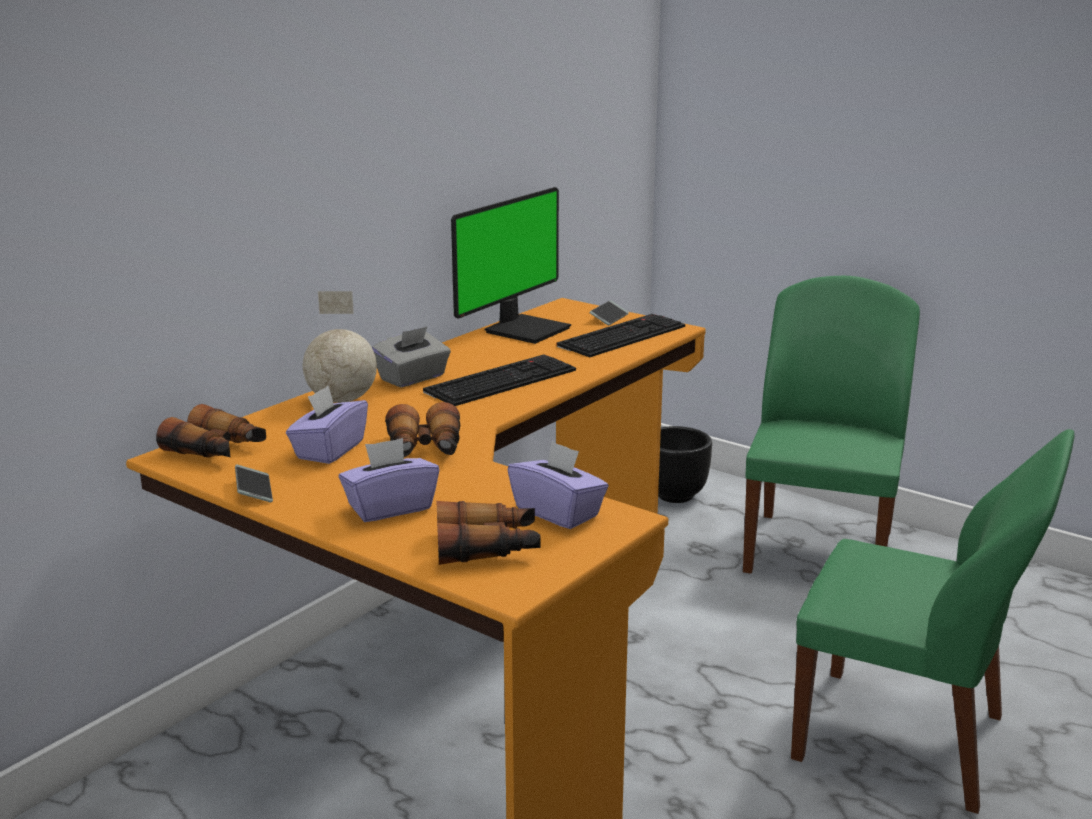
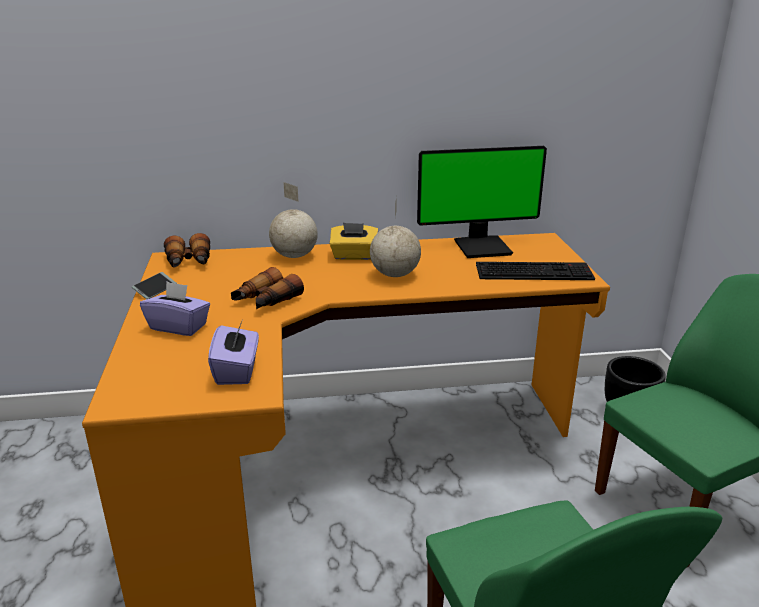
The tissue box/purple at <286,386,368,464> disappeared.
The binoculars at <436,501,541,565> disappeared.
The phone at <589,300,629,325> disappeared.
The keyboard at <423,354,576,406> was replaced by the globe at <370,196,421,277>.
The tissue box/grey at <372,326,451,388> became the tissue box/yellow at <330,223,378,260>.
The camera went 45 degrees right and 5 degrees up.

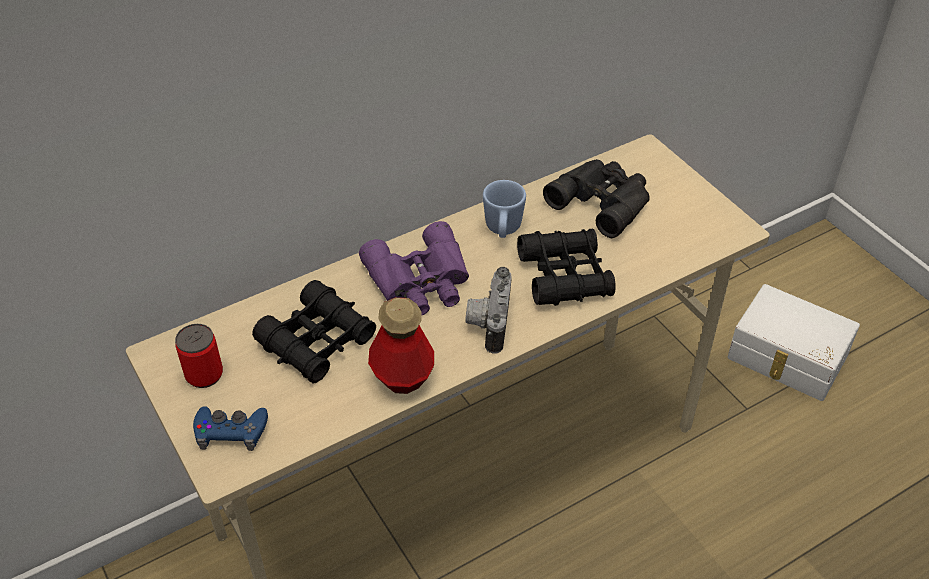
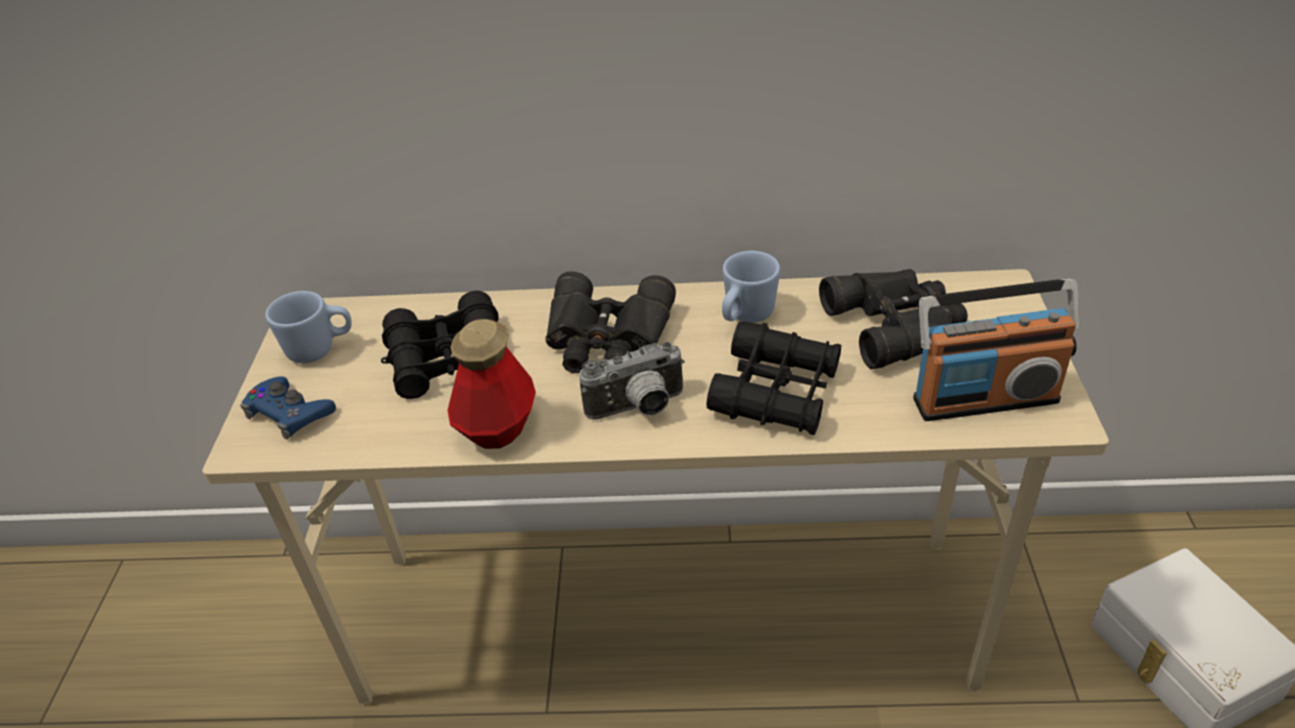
The radio at <913,279,1079,421> appeared.
The can at <175,324,223,388> was replaced by the mug/blue at <265,291,352,363>.
The binoculars/purple at <359,221,469,315> became the binoculars/black at <545,271,676,373>.
The photo camera at <465,267,512,353> turned 150 degrees counterclockwise.
The camera went 35 degrees right and 5 degrees down.

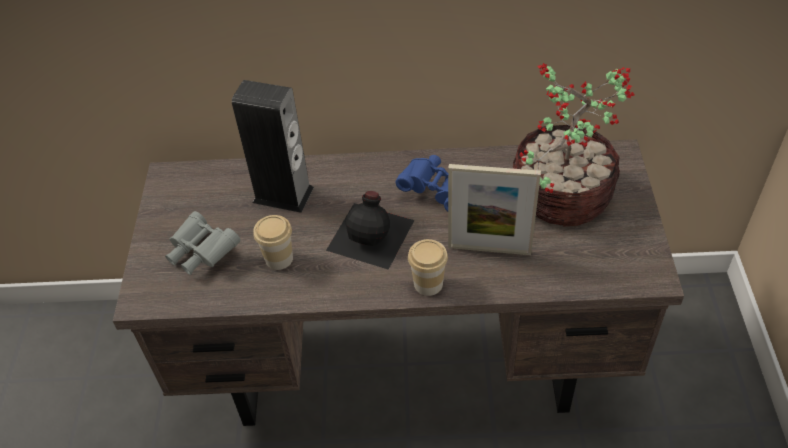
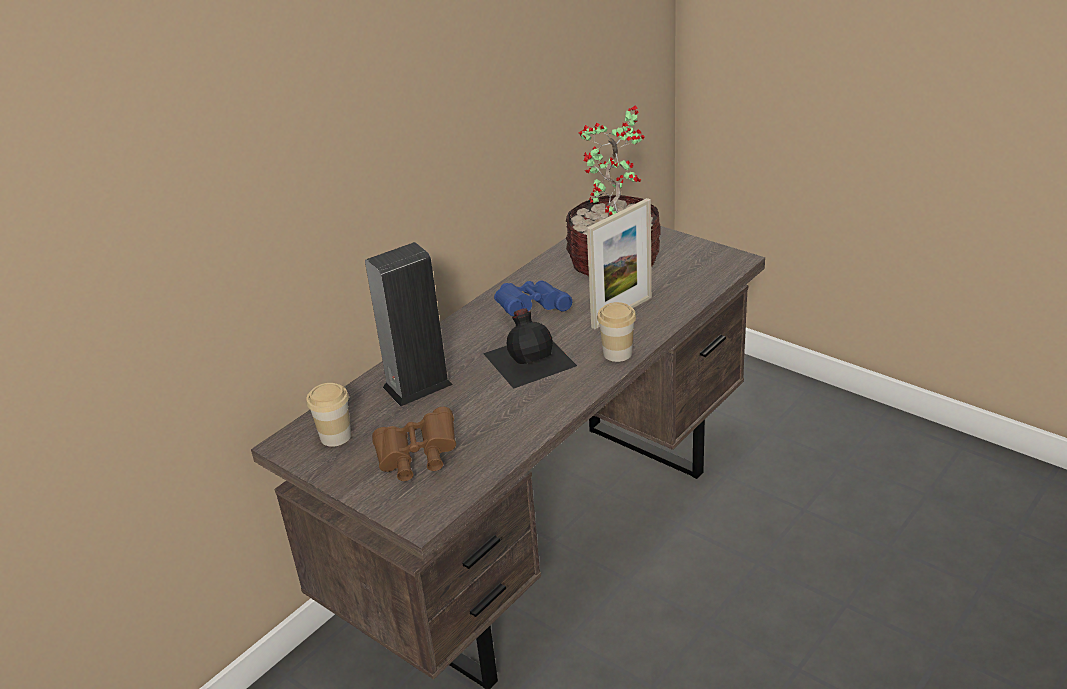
The cup moved from <253,215,293,270> to <306,383,351,447>.
The binoculars/grey at <165,211,240,275> became the binoculars/brown at <372,407,456,481>.
The camera went 50 degrees left and 15 degrees down.

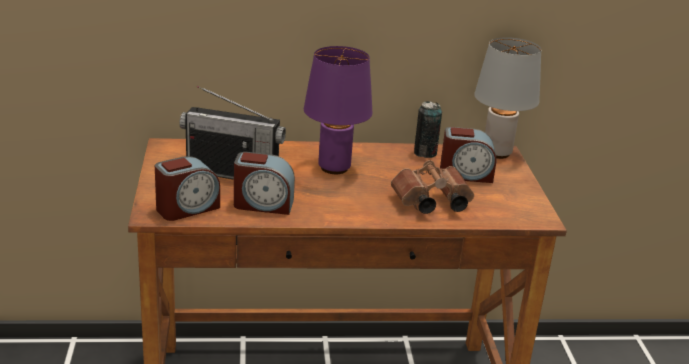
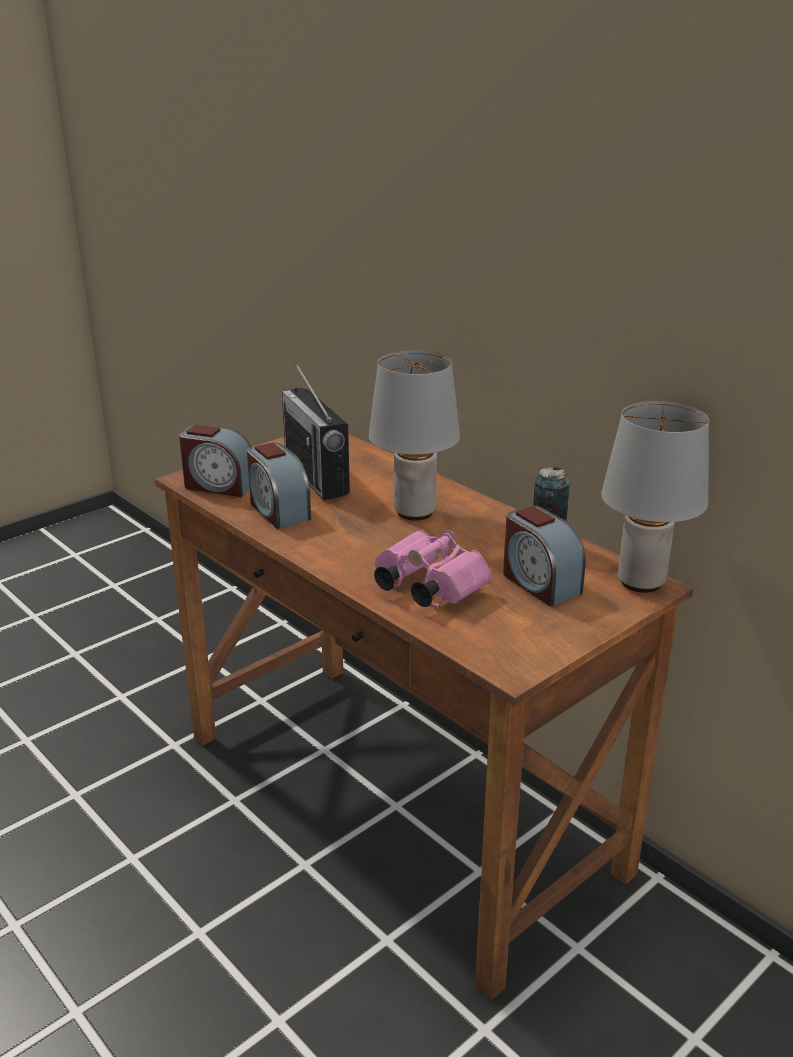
The table lamp/purple at <304,46,373,174> became the table lamp/grey at <369,350,460,521>.
The binoculars/brown at <391,160,474,214> became the binoculars/pink at <374,529,492,607>.
The camera went 55 degrees right and 0 degrees up.

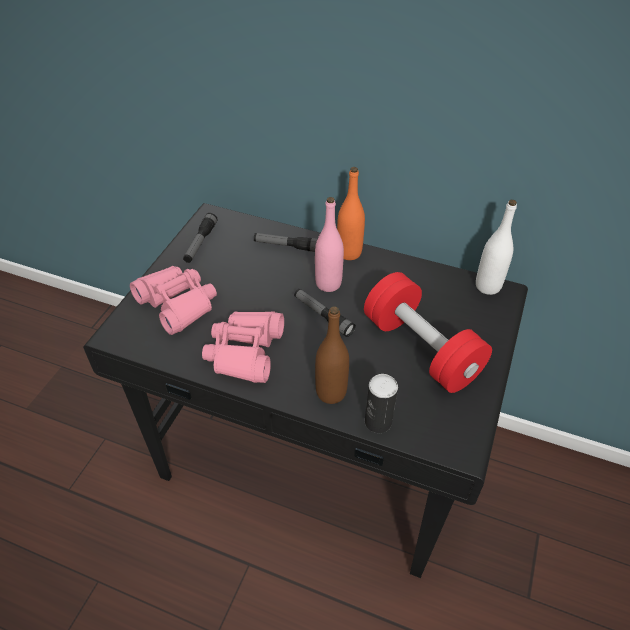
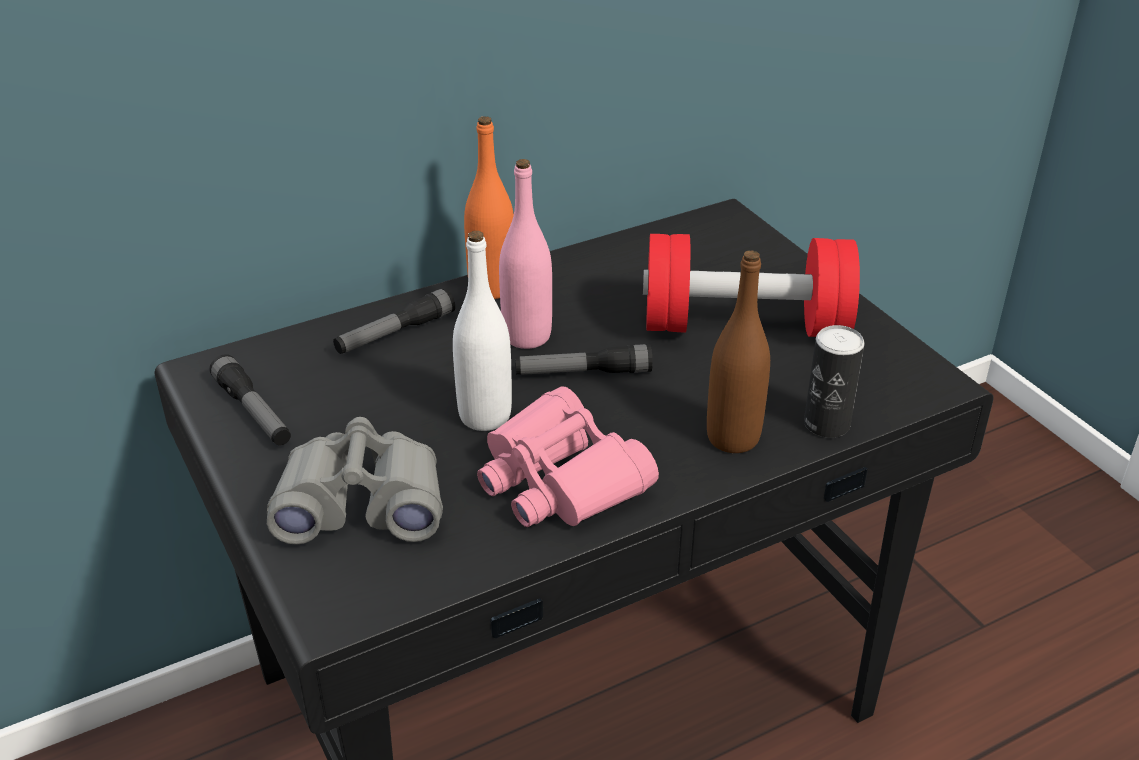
The bottle/white moved from <476,200,517,295> to <453,231,512,431>.
The binoculars/pink at <130,266,217,335> became the binoculars/grey at <267,417,443,545>.
The camera went 50 degrees left and 10 degrees down.

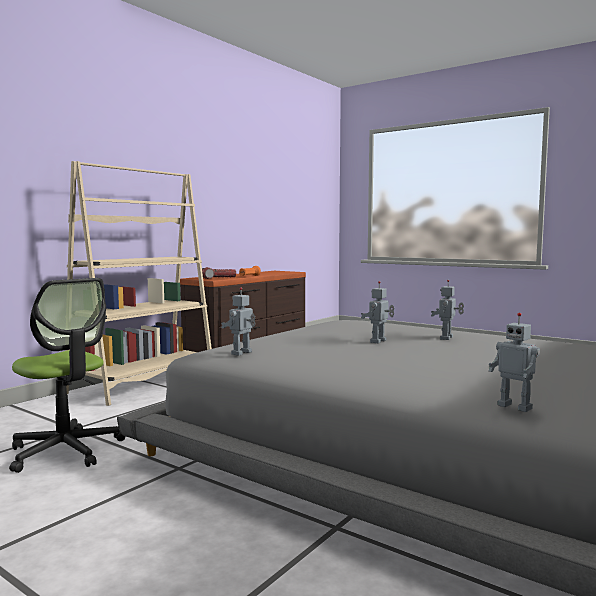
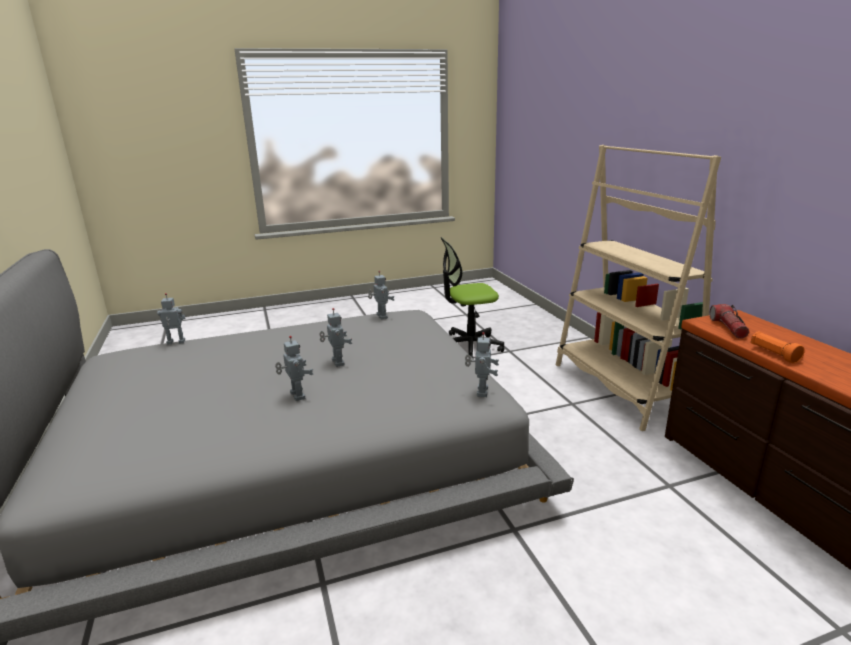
The toy robot at <465,332,499,397> appeared.
The camera went 125 degrees right and 15 degrees up.

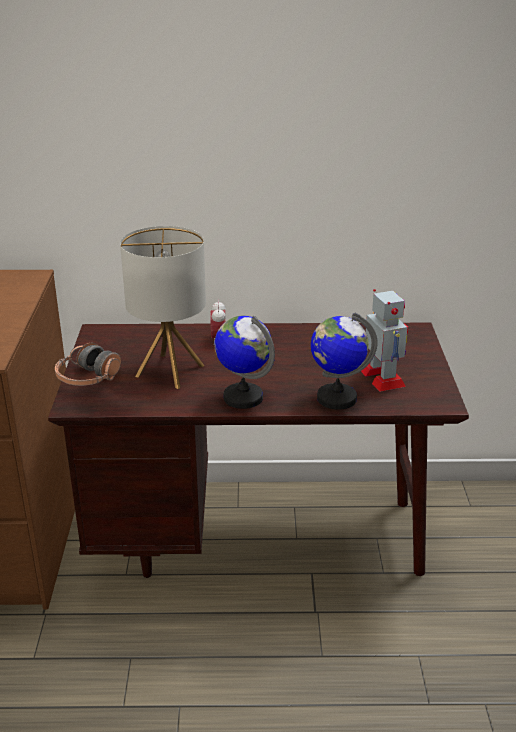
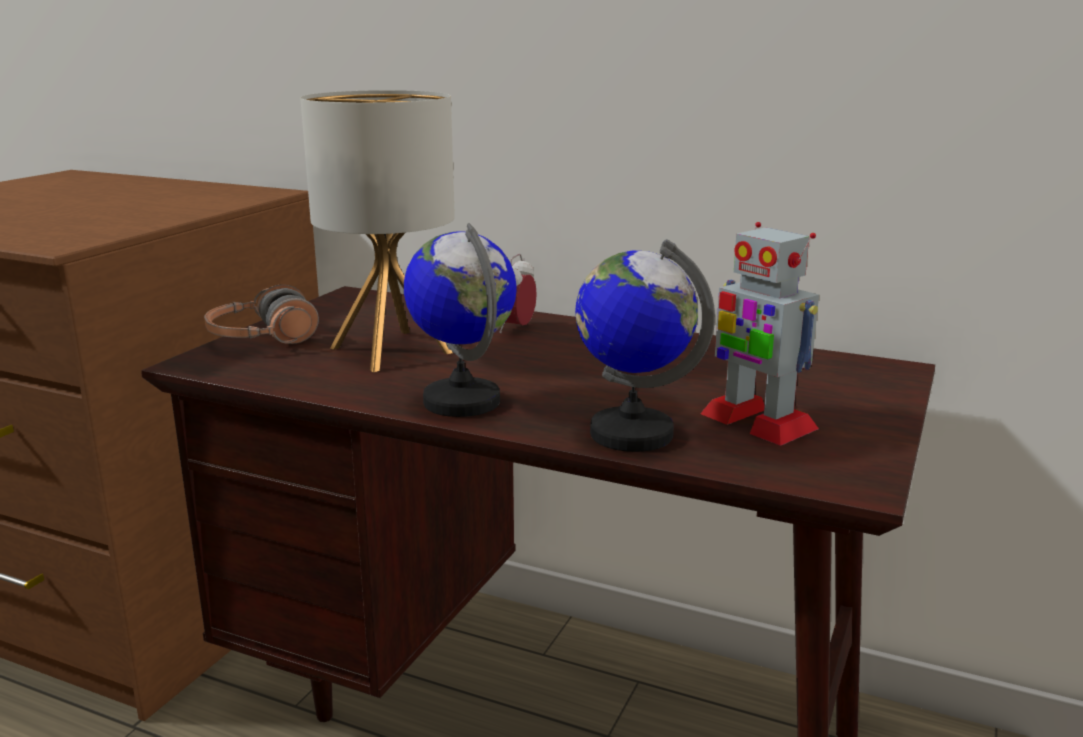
The toy robot at <361,289,408,392> turned 135 degrees clockwise.
The camera went 25 degrees right and 10 degrees down.

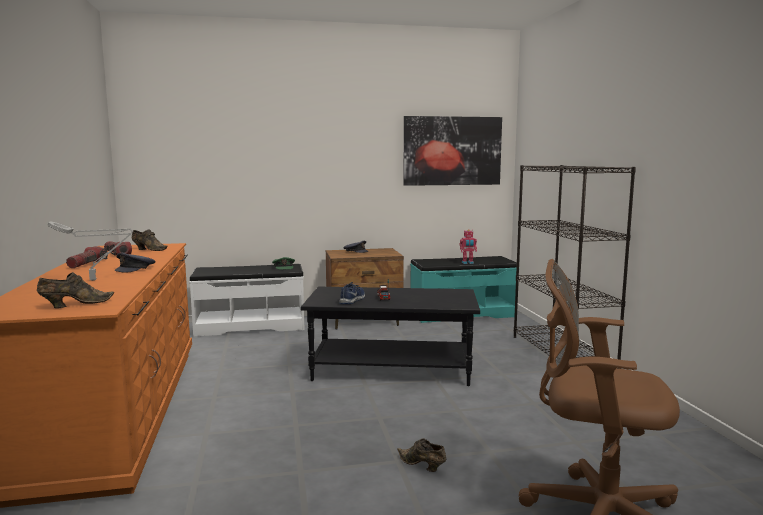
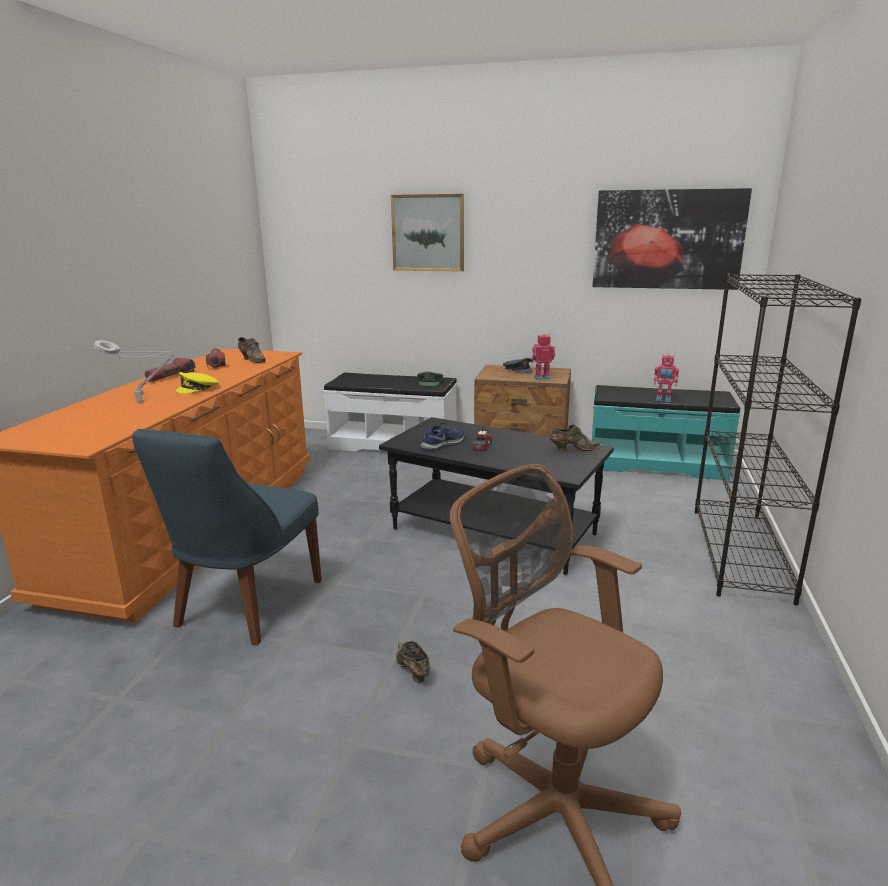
The chair/blue at <132,429,322,645> appeared.
The picture at <391,194,464,272> appeared.
The toy robot at <531,334,555,380> appeared.
The shoe/brown moved from <37,272,114,308> to <549,424,601,452>.
The cap/grey at <114,252,155,272> became the cap/yellow at <175,372,219,394>.
The camera went 25 degrees right and 10 degrees up.

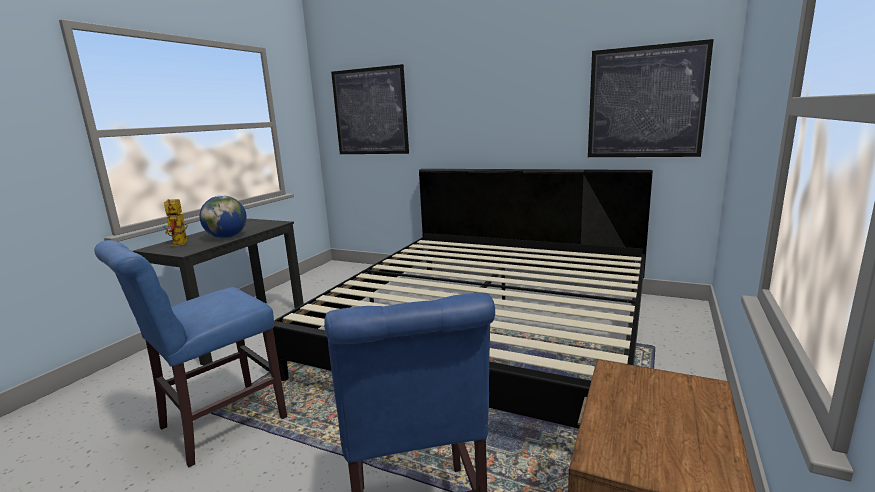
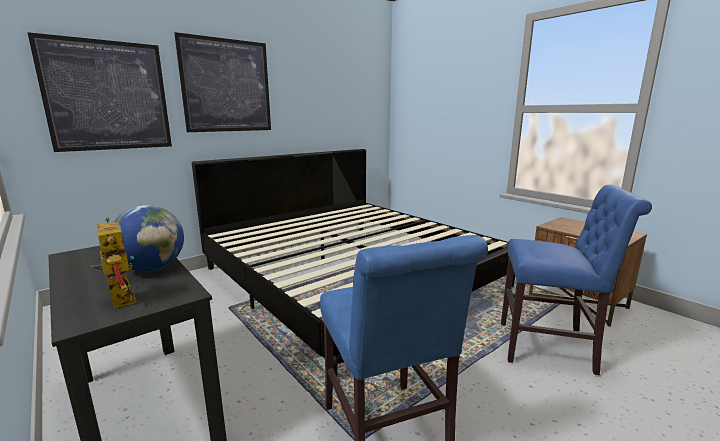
The picture moved from <588,39,714,157> to <174,32,271,132>.
The toy robot at <163,199,188,246> turned 135 degrees counterclockwise.
The camera went 65 degrees left and 0 degrees up.

